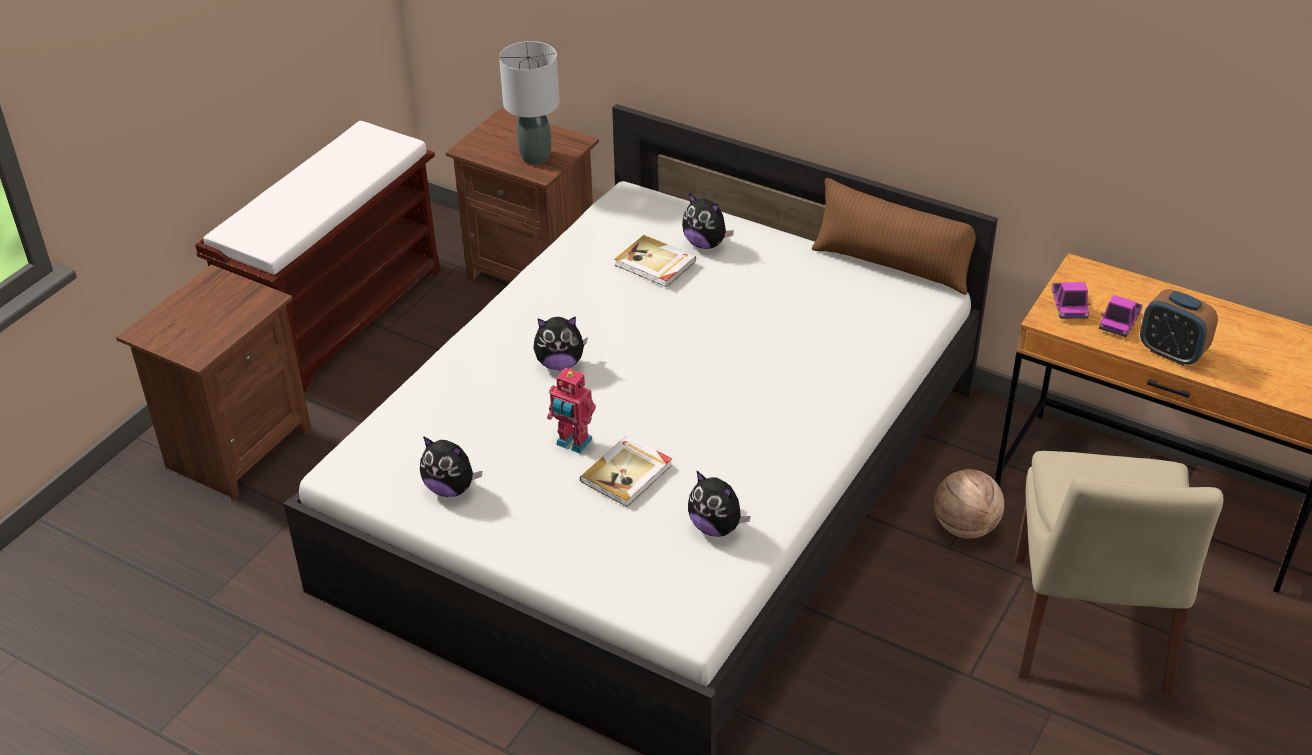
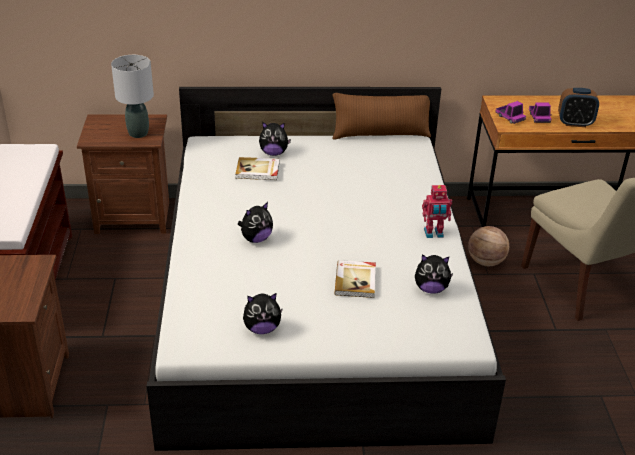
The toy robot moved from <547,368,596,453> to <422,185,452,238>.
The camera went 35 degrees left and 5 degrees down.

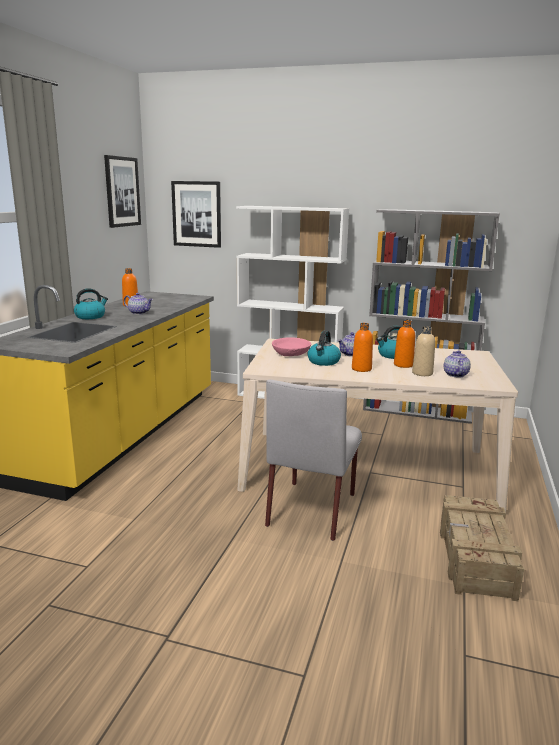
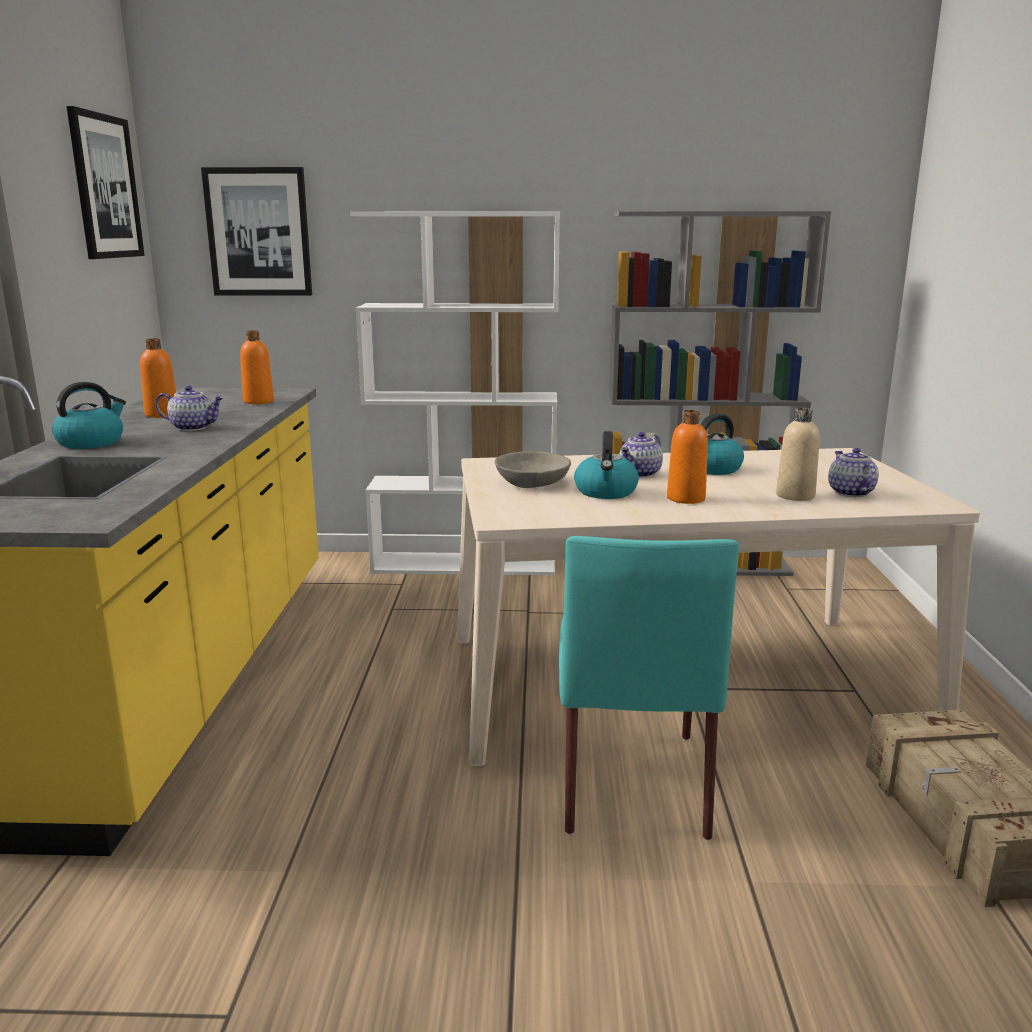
The bottle/orange moved from <394,320,415,368> to <240,331,274,404>.
The chair/grey at <265,380,362,541> became the chair/turquoise at <559,536,739,840>.
The bowl/pink at <272,338,311,356> became the bowl/grey at <495,451,571,488>.
The camera went 15 degrees left and 0 degrees up.

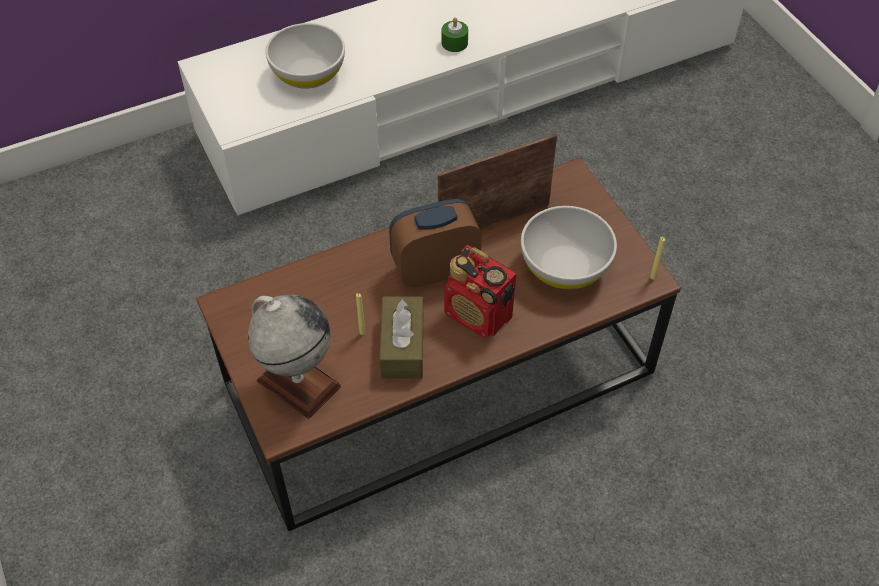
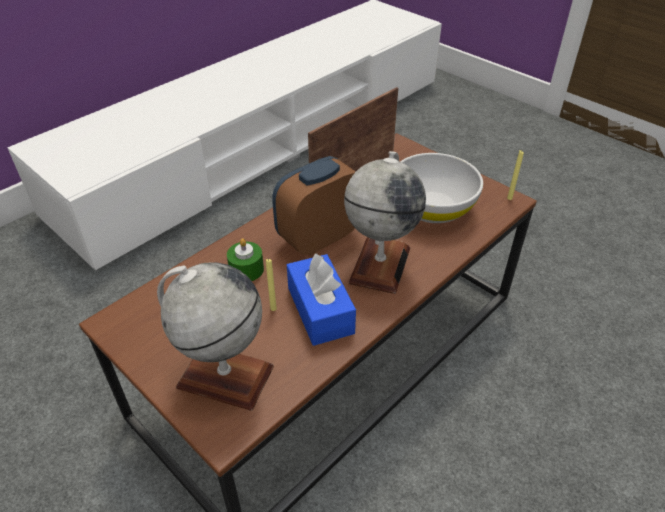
The bowl/white at <265,23,345,89> disappeared.
The candle/green moved from <442,17,468,52> to <227,239,264,281>.
The radio at <444,245,516,338> was replaced by the globe at <344,151,426,294>.
The tissue box/brown at <380,296,423,379> became the tissue box/blue at <287,253,356,346>.
The camera went 20 degrees left and 10 degrees down.

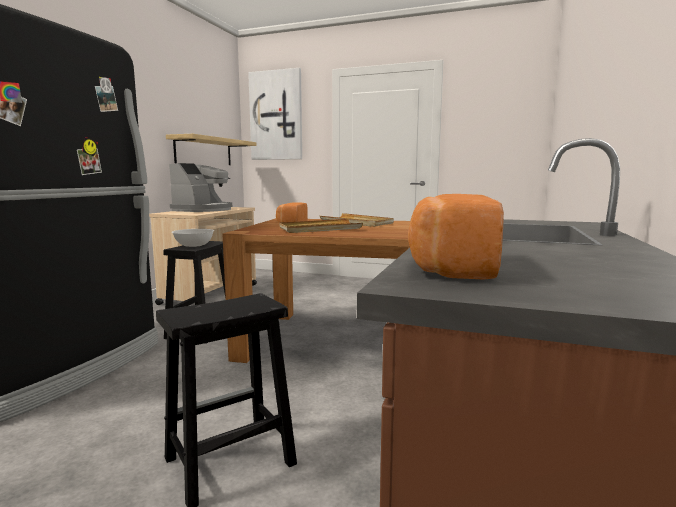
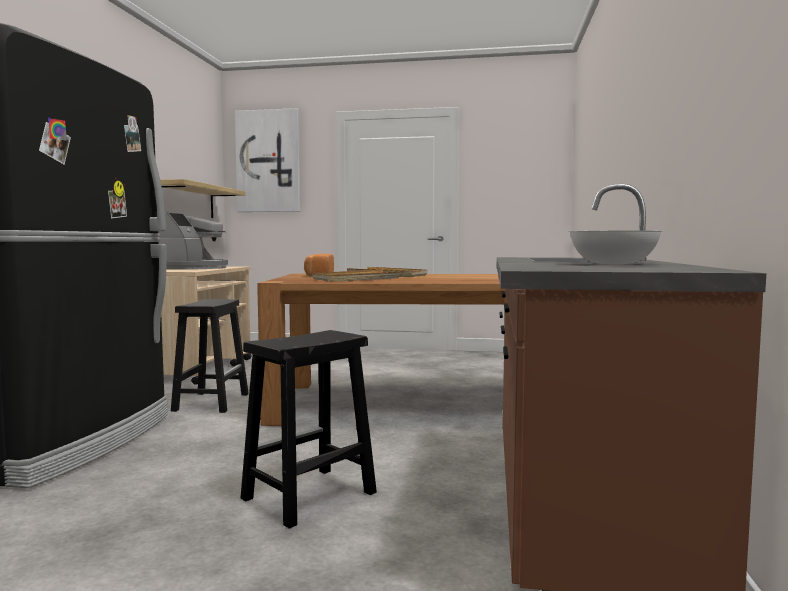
The bread at <408,194,504,280> disappeared.
The bowl/white moved from <172,229,214,247> to <568,230,662,264>.
The camera went 10 degrees left and 5 degrees down.

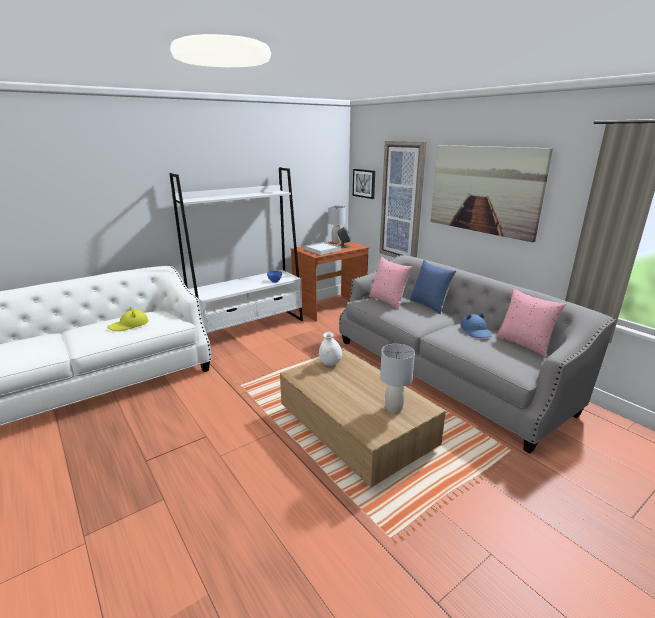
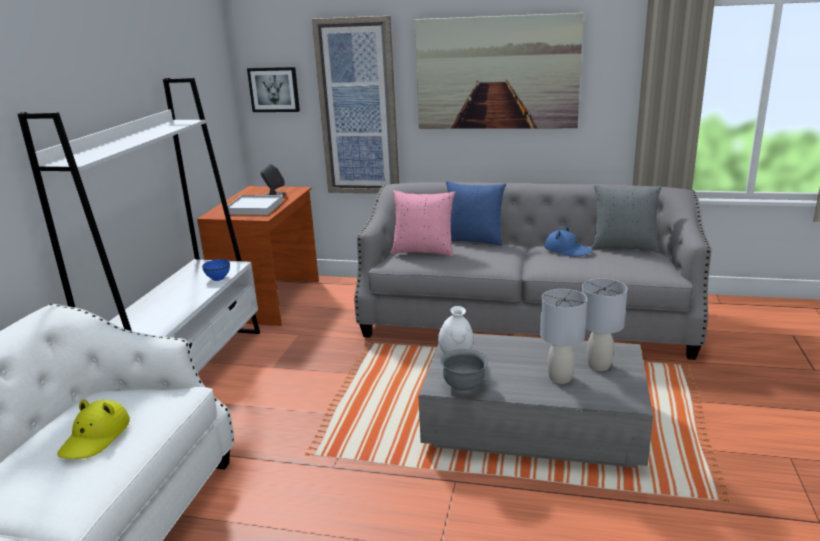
The bowl/grey at <440,349,488,392> appeared.
The table lamp/grey moved from <328,206,345,243> to <540,289,587,384>.
The coffee table/brown at <280,350,446,487> became the coffee table/grey at <418,334,653,468>.
The pillow/pink at <495,288,566,357> became the pillow/grey at <591,185,662,252>.
The camera went 40 degrees left and 0 degrees up.

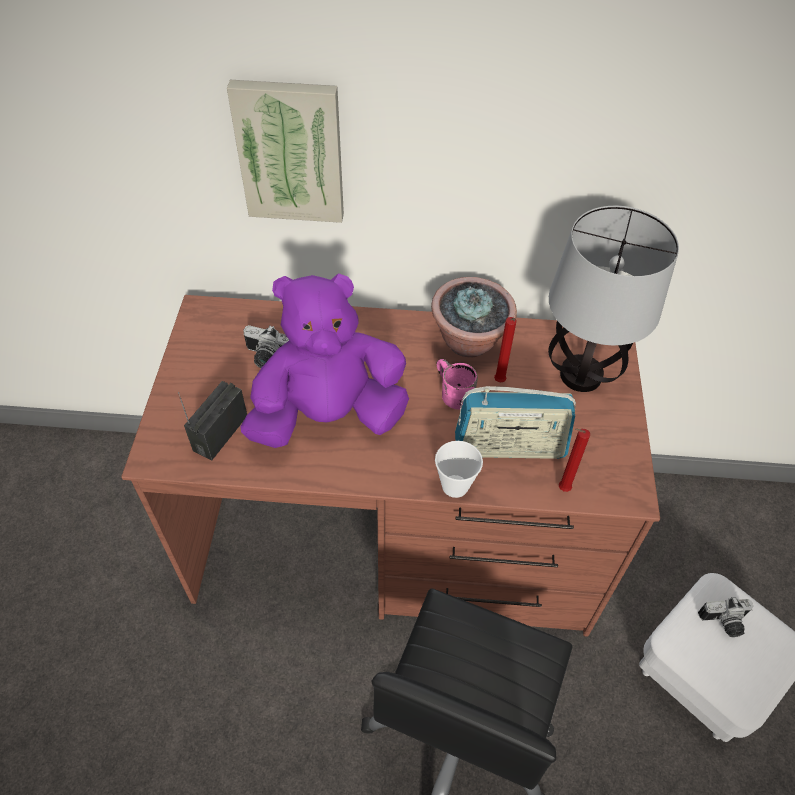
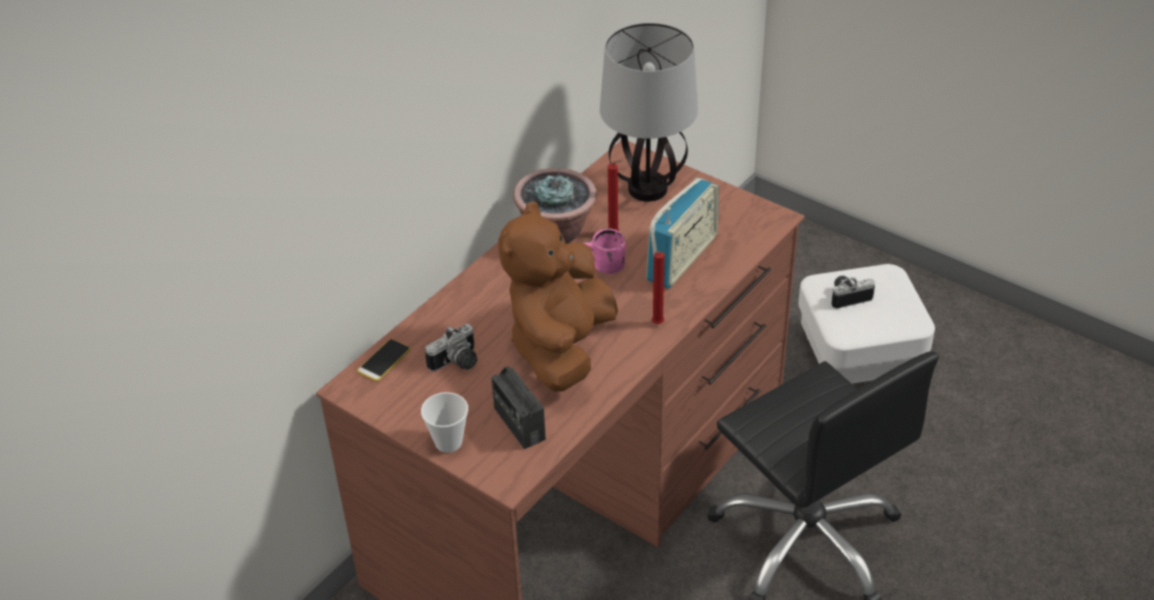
The picture at <227,80,344,223> disappeared.
The phone at <357,339,411,382> appeared.
The cup moved from <435,441,483,498> to <421,392,468,453>.
The candle/red moved from <559,429,590,492> to <652,251,664,324>.
The plush toy/purple at <240,273,409,448> became the plush toy/brown at <498,201,618,392>.
The photo camera at <698,597,753,637> turned 135 degrees counterclockwise.
The camera went 55 degrees left and 10 degrees down.

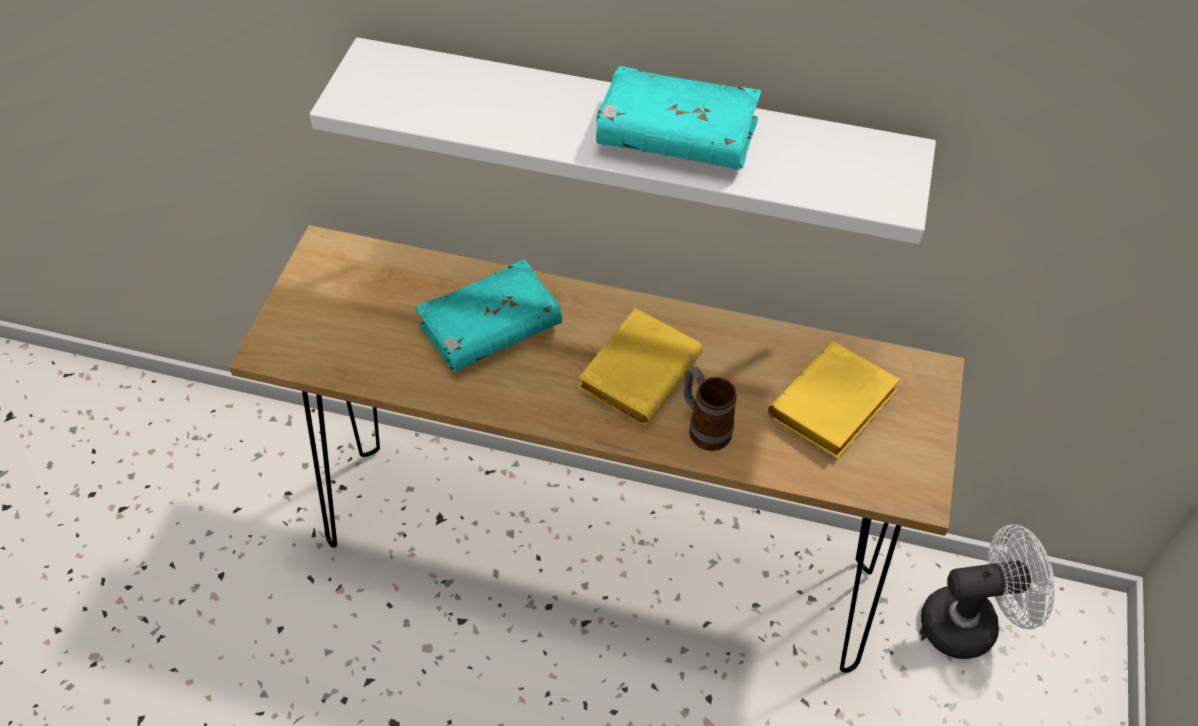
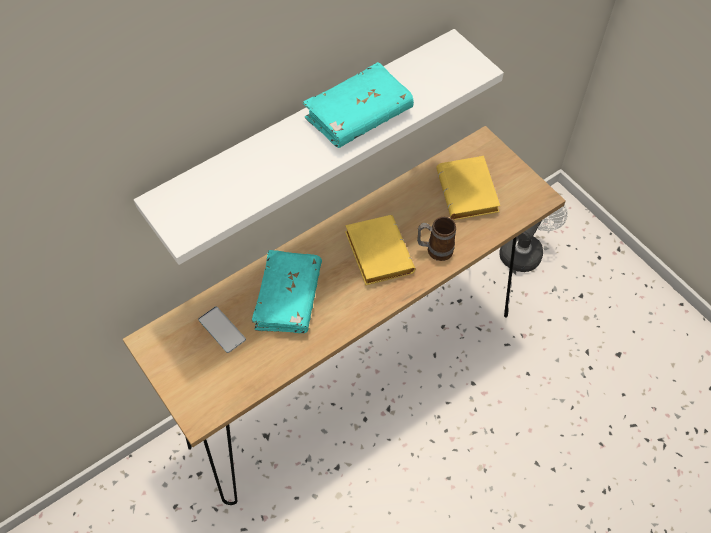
The phone at <198,306,246,353> appeared.
The camera went 50 degrees left and 5 degrees up.

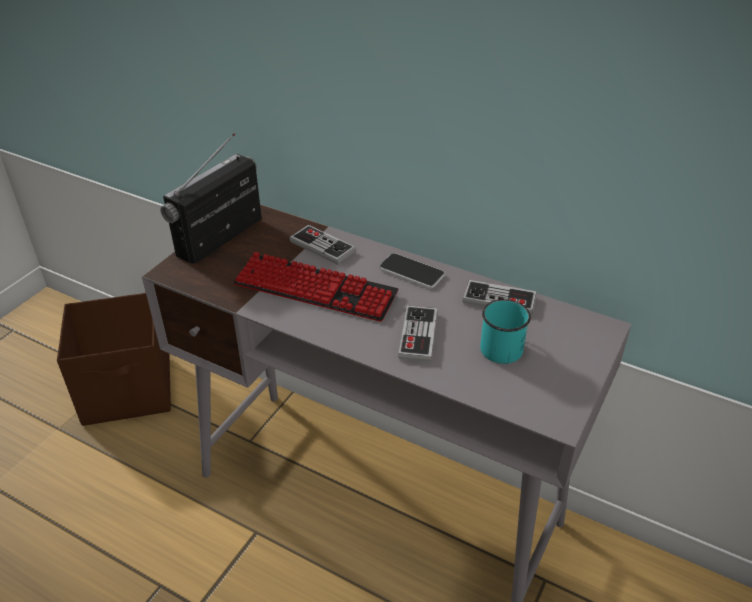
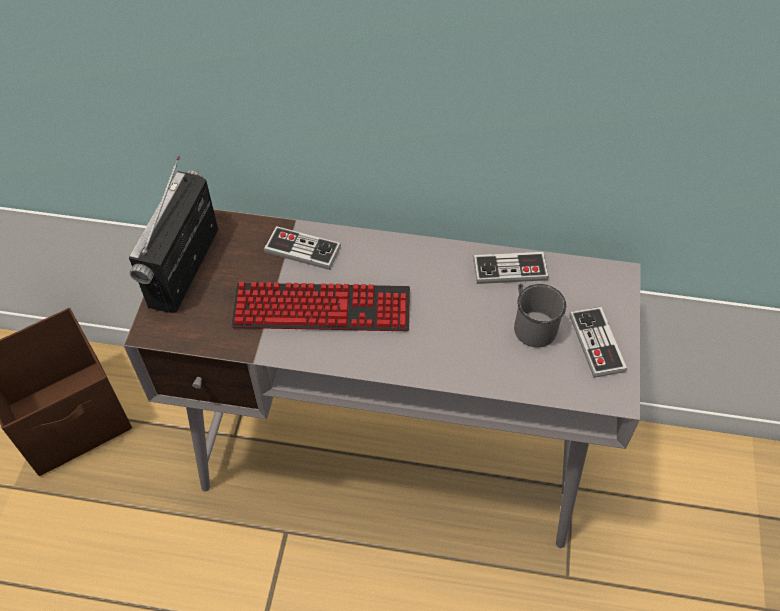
The phone at <379,253,445,288> disappeared.
The game controller moved from <398,306,438,362> to <569,307,627,378>.
The mug/turquoise at <480,299,531,364> became the mug/grey at <514,282,566,348>.
The camera went 20 degrees left and 15 degrees up.

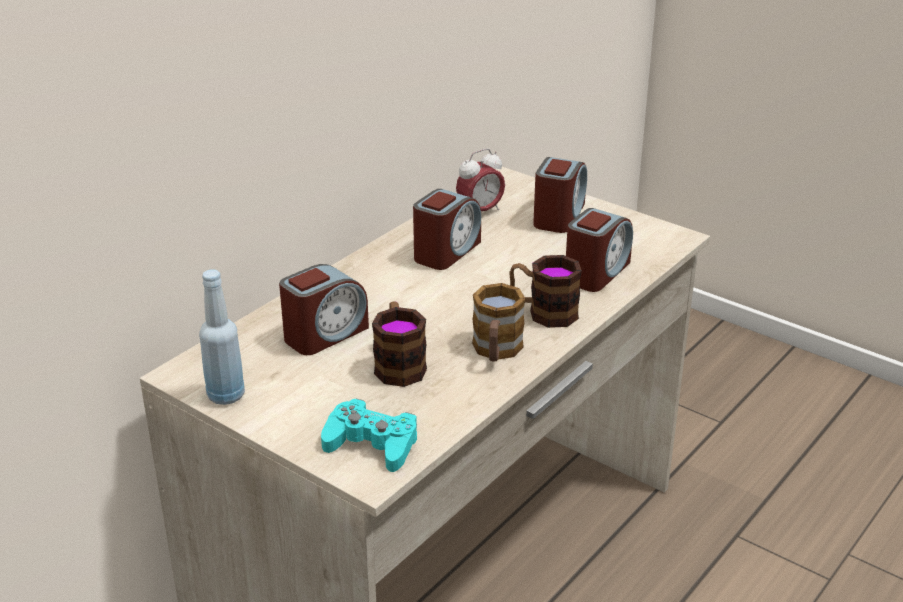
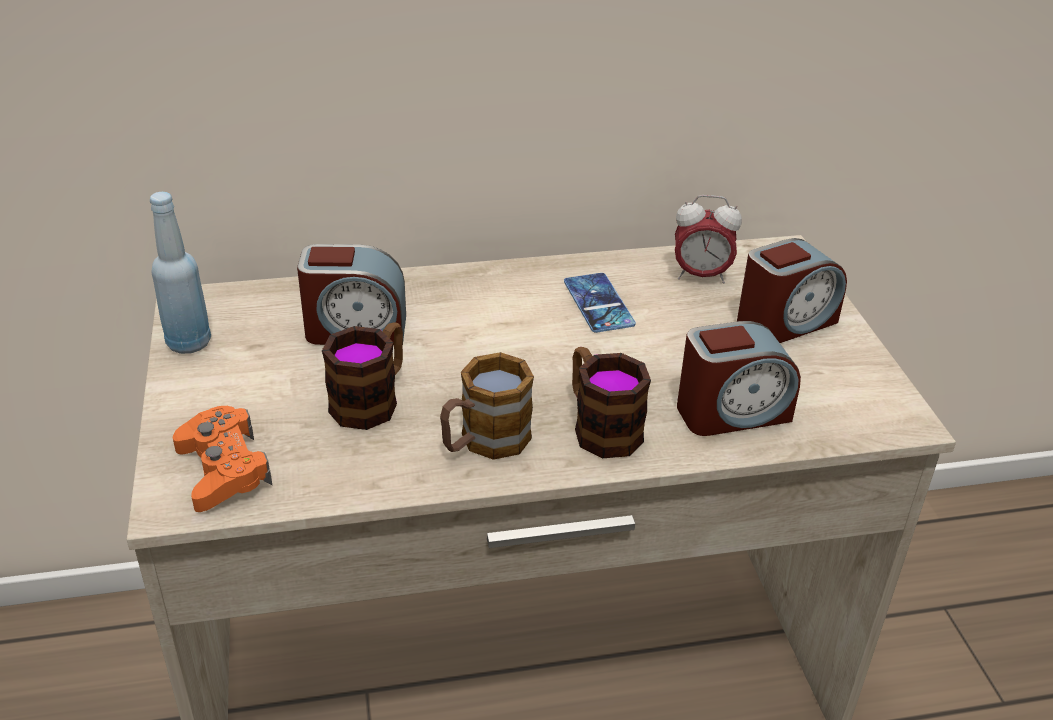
The alarm clock at <413,189,481,270> was replaced by the phone at <564,273,636,333>.
The game controller/turquoise at <321,398,417,472> became the game controller/orange at <173,406,273,512>.
The camera went 40 degrees right and 5 degrees up.

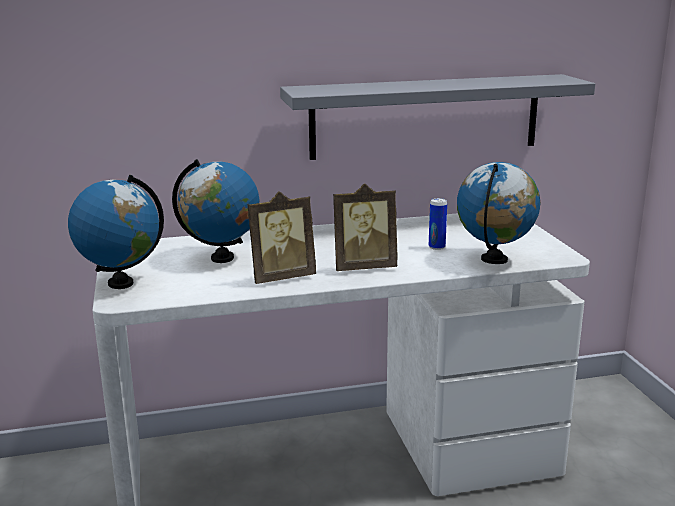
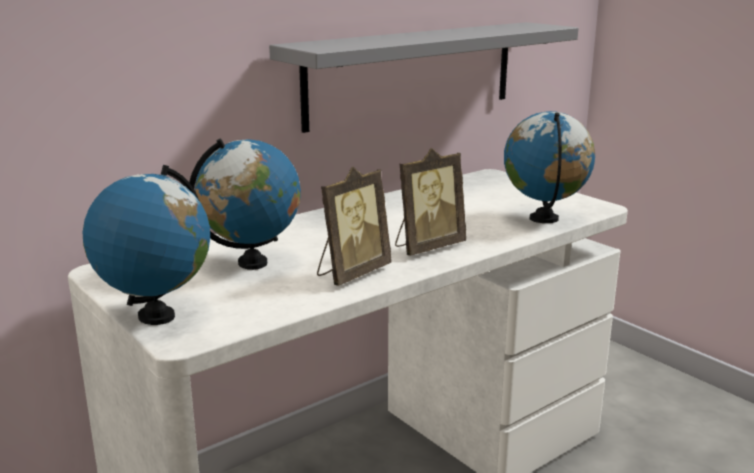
The can at <429,198,447,250> disappeared.
The camera went 25 degrees left and 0 degrees up.

